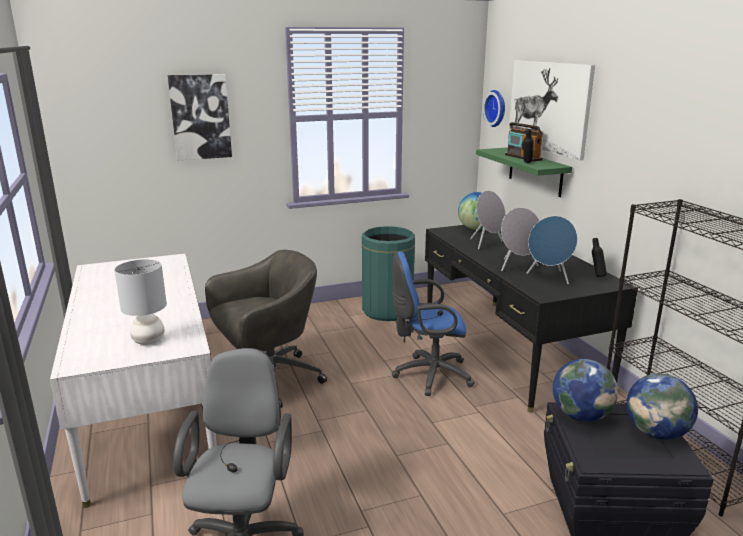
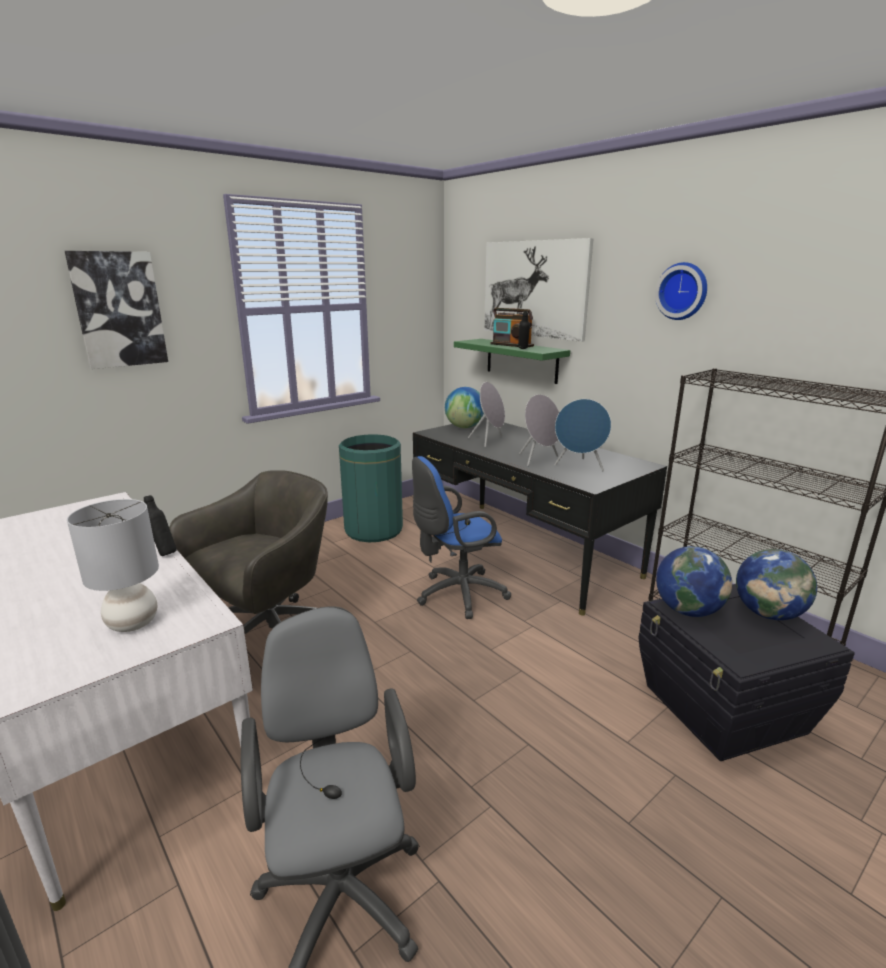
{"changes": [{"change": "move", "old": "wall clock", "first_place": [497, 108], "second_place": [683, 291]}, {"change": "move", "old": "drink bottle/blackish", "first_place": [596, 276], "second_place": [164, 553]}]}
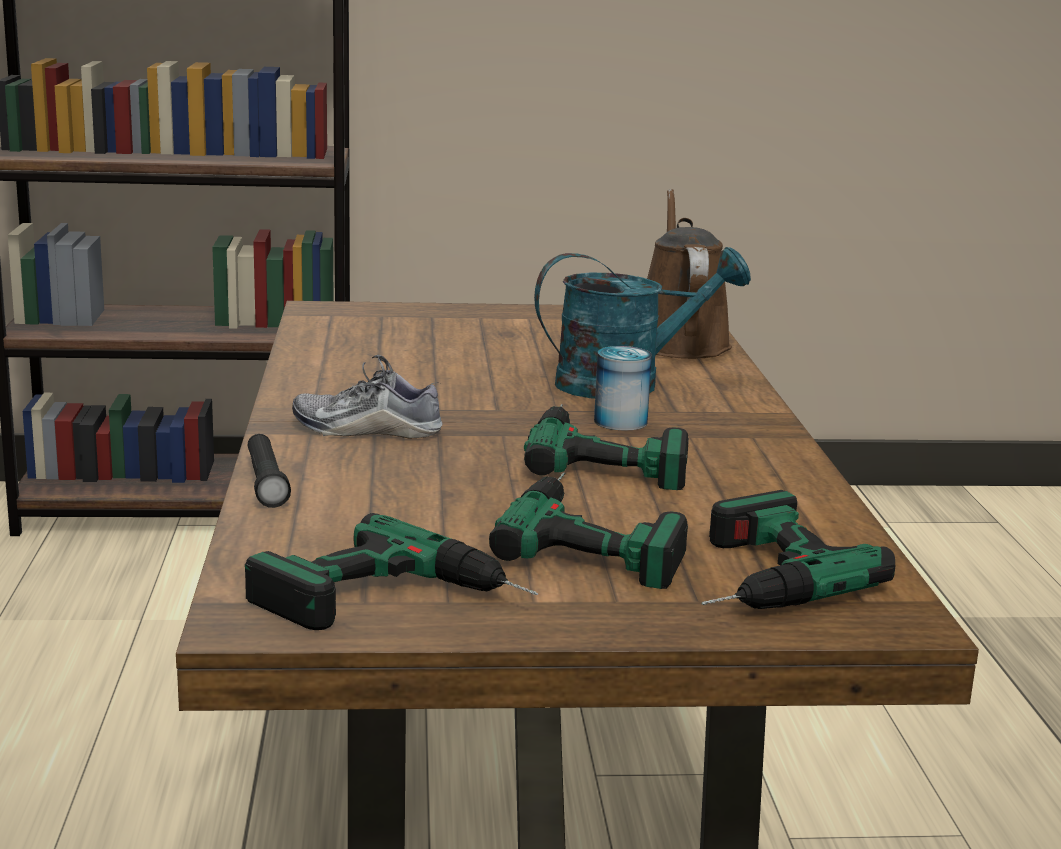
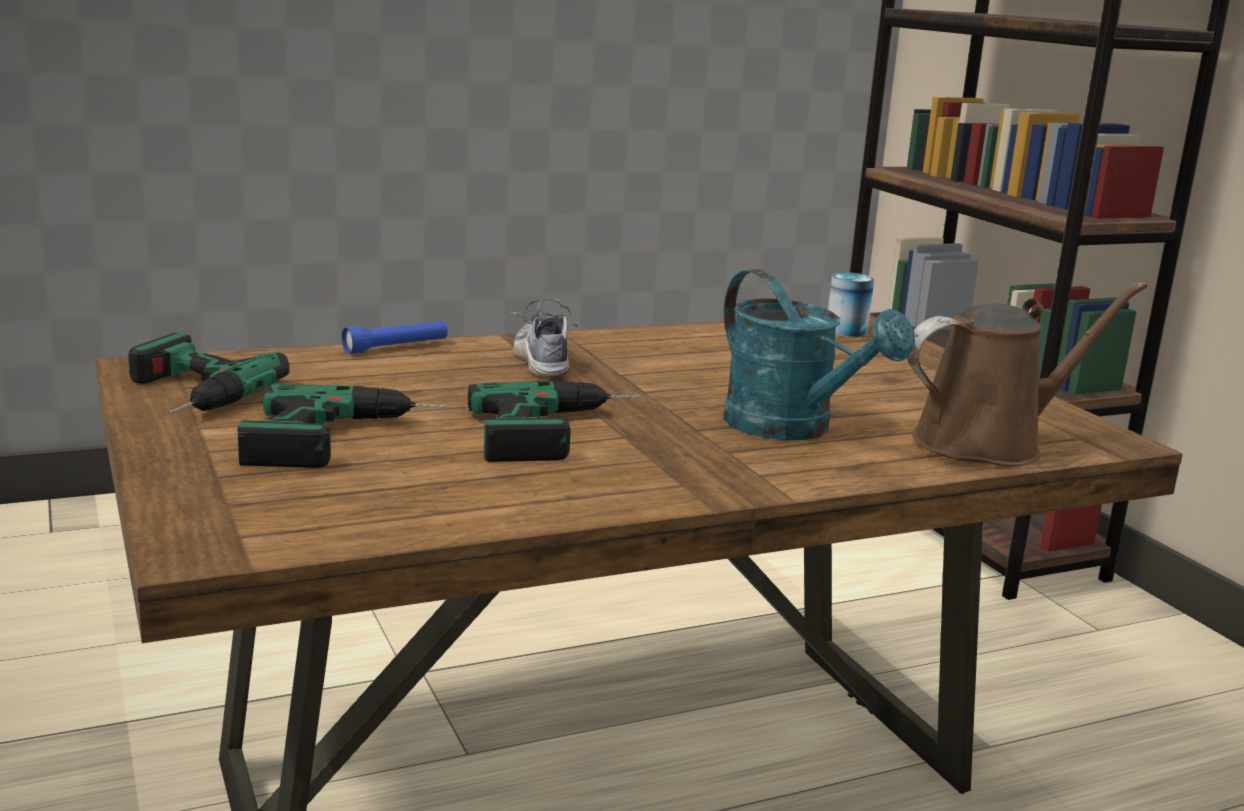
{"changes": [{"change": "recolor", "old": "hand torch/blackish", "new": "hand torch/bluish", "first_place": [266, 482], "second_place": [396, 347]}, {"change": "move", "old": "can", "first_place": [620, 421], "second_place": [846, 331]}, {"change": "delete", "old": "electric drill", "first_place": [752, 576]}]}
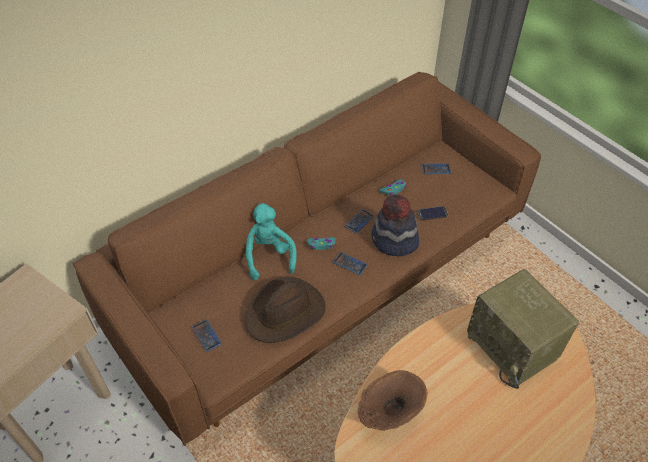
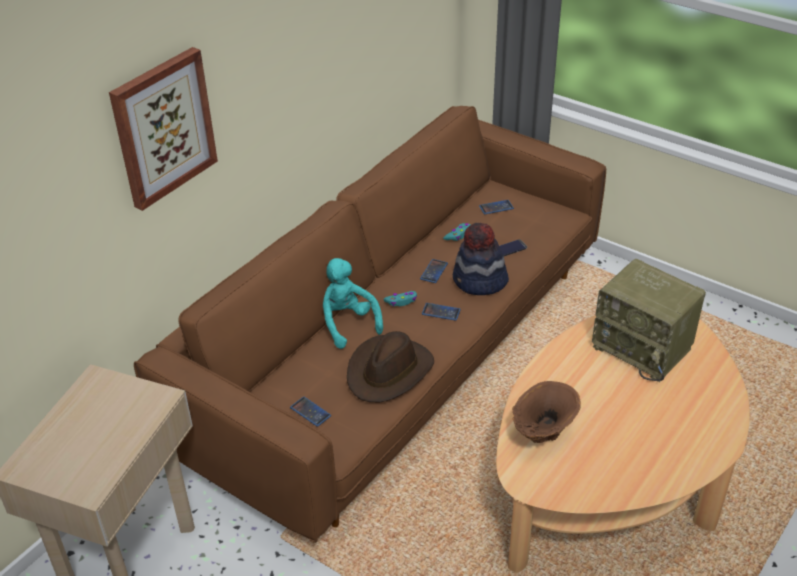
{"changes": [{"change": "insert", "new": "picture", "second_place": [163, 127]}]}
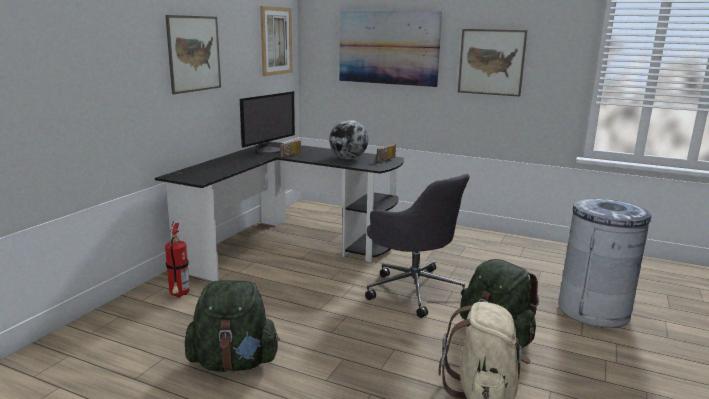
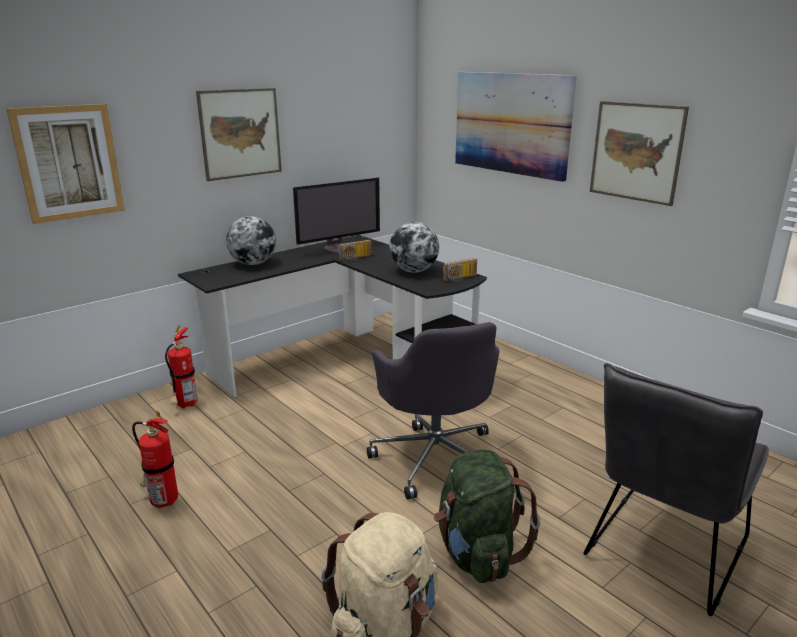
{"changes": [{"change": "replace", "old": "rucksack/greenish", "new": "fire-fighting cylinder", "first_place": [234, 363], "second_place": [162, 501]}, {"change": "move", "old": "picture", "first_place": [276, 41], "second_place": [69, 163]}, {"change": "replace", "old": "trash can/gray", "new": "upright chair/gray", "first_place": [593, 310], "second_place": [662, 553]}, {"change": "insert", "new": "desk globe", "second_place": [253, 264]}]}
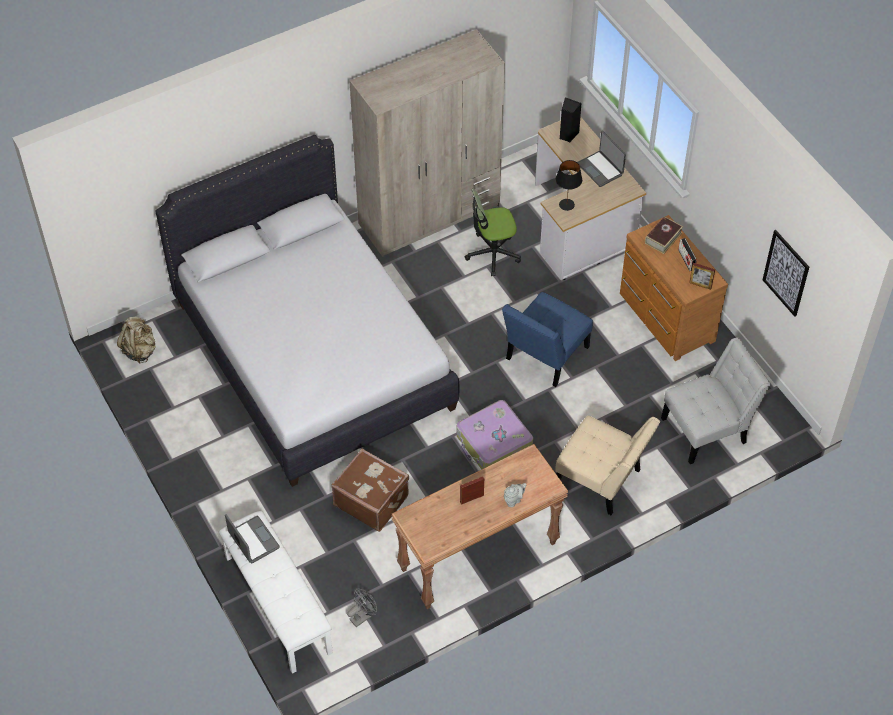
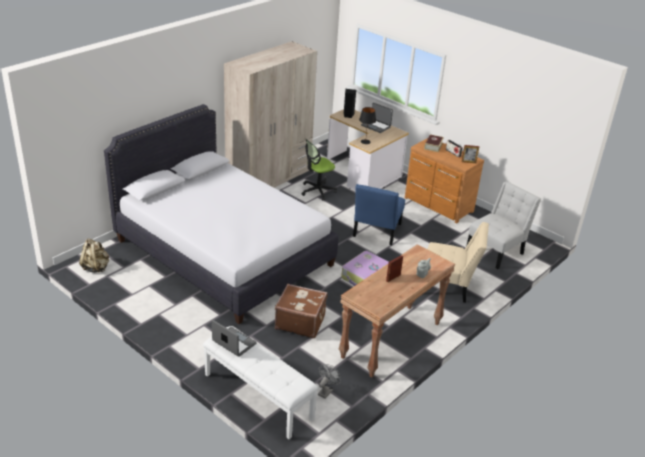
{"changes": [{"change": "delete", "old": "picture", "first_place": [786, 273]}]}
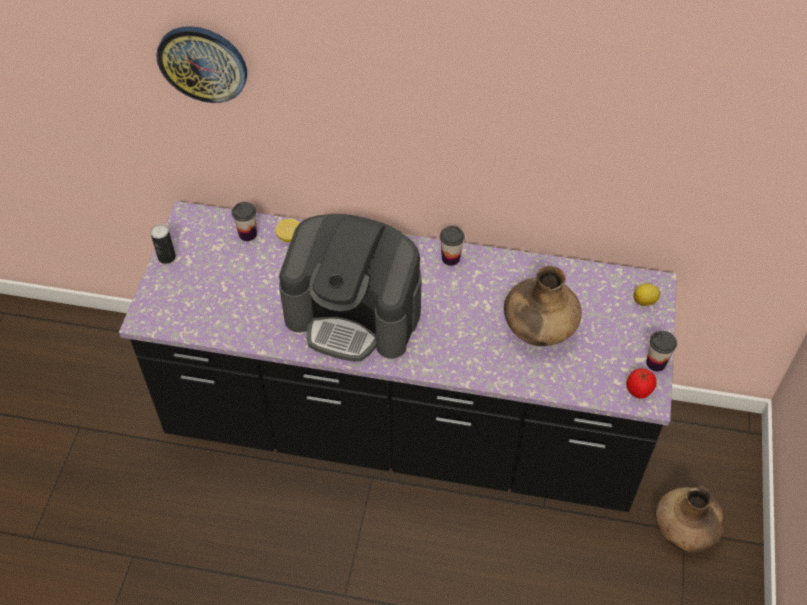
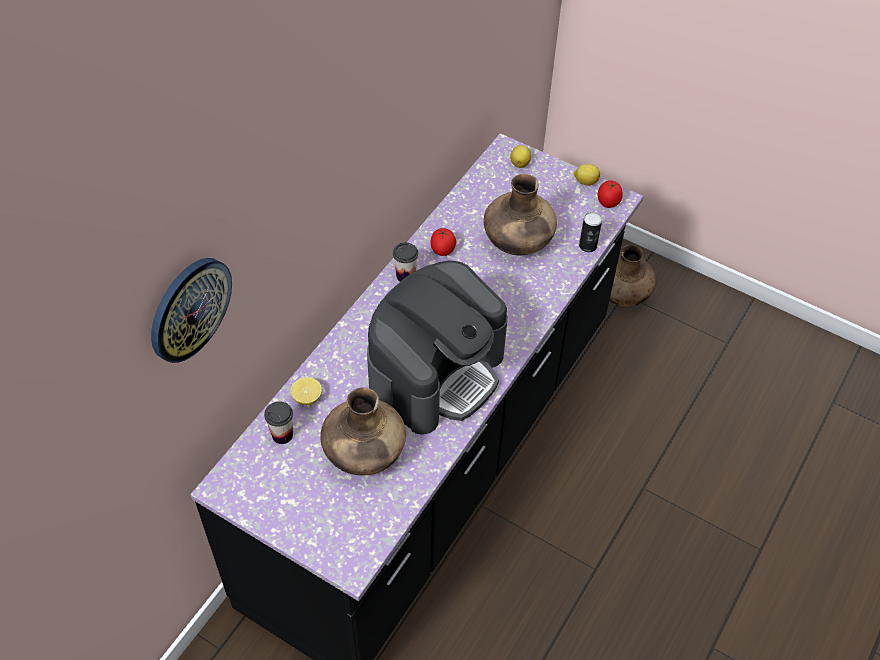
{"changes": [{"change": "move", "old": "can", "first_place": [166, 257], "second_place": [588, 246]}, {"change": "replace", "old": "cup", "new": "citrus fruit", "first_place": [656, 363], "second_place": [585, 181]}, {"change": "insert", "new": "decorative vase/brown", "second_place": [364, 454]}, {"change": "insert", "new": "whole tomato", "second_place": [442, 251]}]}
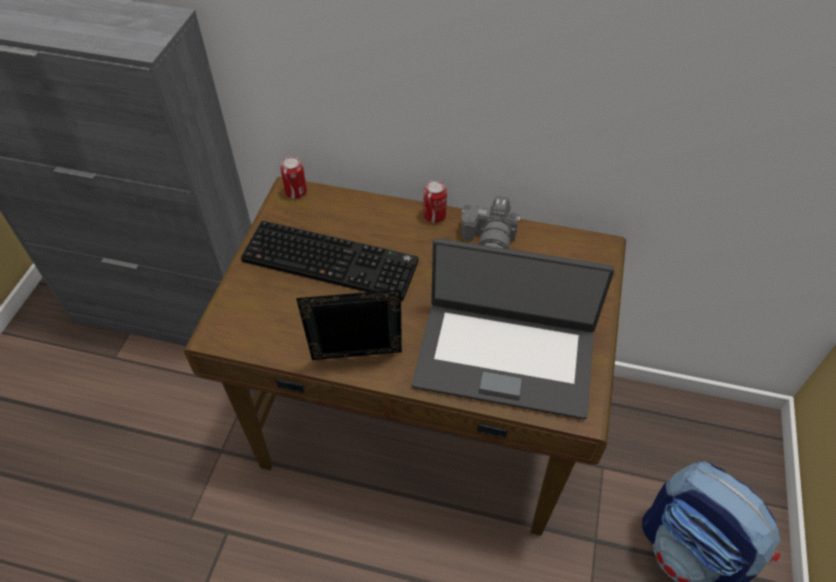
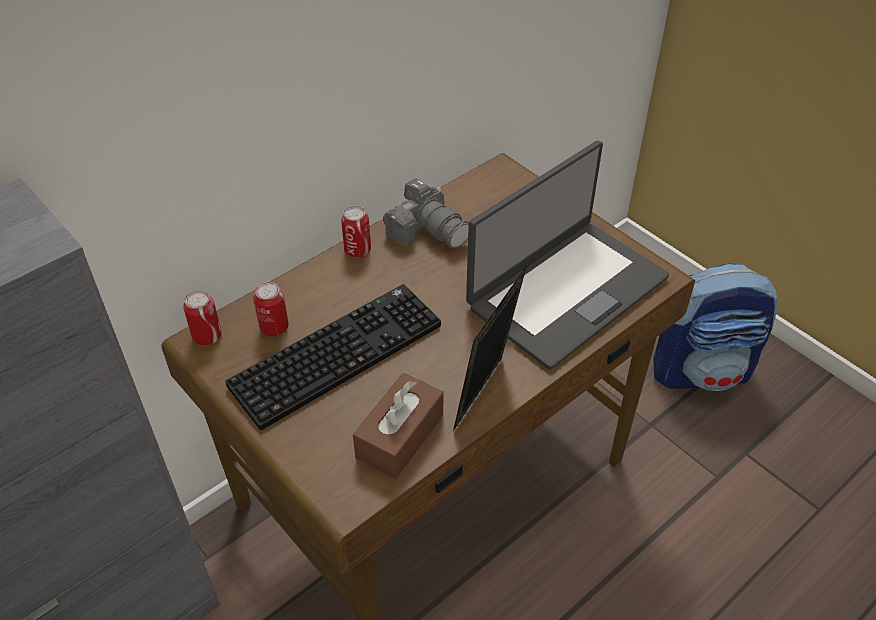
{"changes": [{"change": "insert", "new": "can", "second_place": [274, 327]}, {"change": "insert", "new": "tissue box/brown", "second_place": [400, 436]}]}
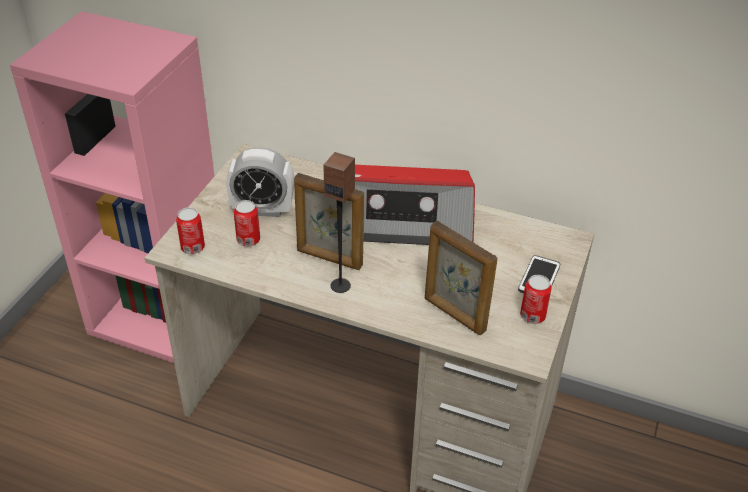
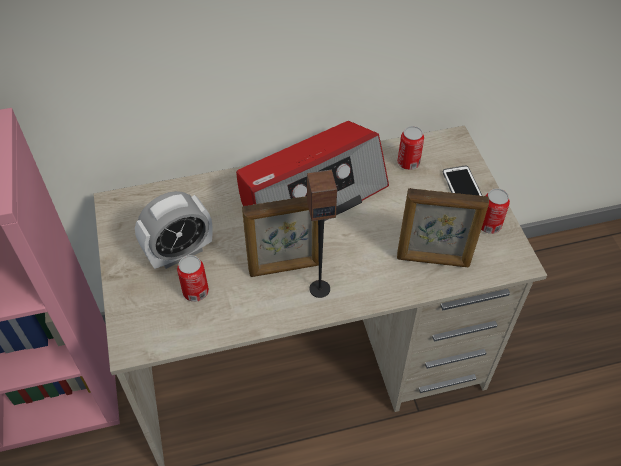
{"changes": [{"change": "move", "old": "can", "first_place": [193, 247], "second_place": [408, 163]}]}
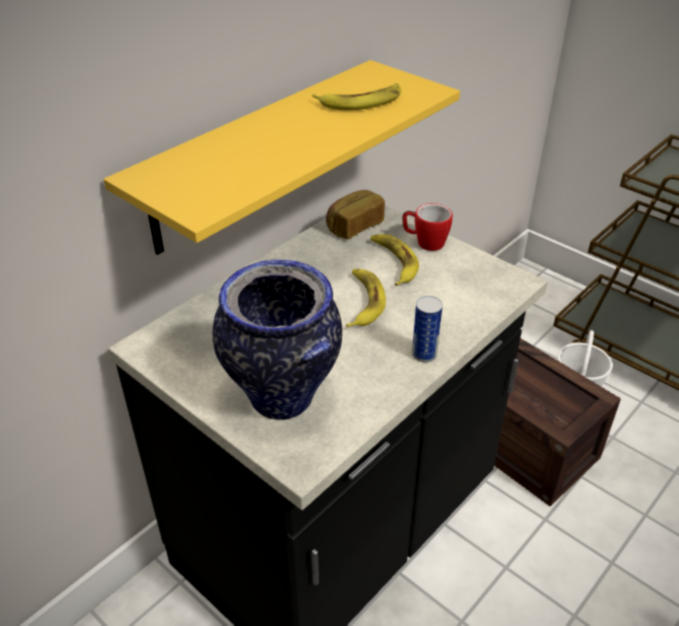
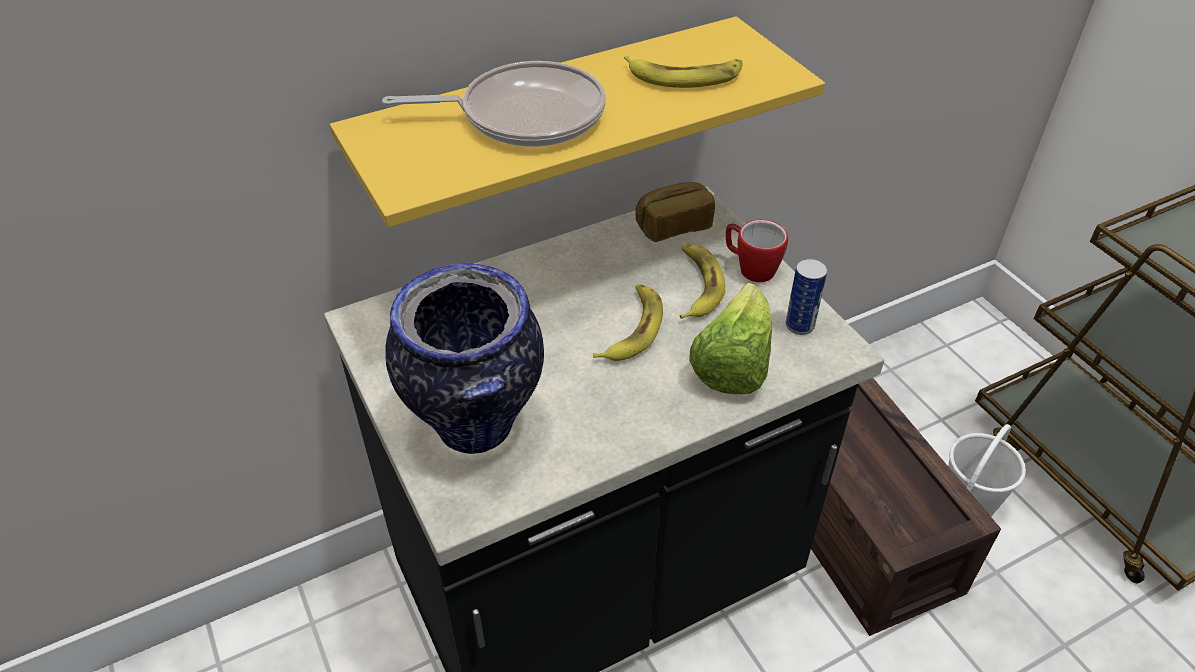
{"changes": [{"change": "move", "old": "can", "first_place": [424, 354], "second_place": [799, 325]}, {"change": "insert", "new": "frying pan", "second_place": [524, 115]}, {"change": "insert", "new": "lettuce head", "second_place": [732, 364]}]}
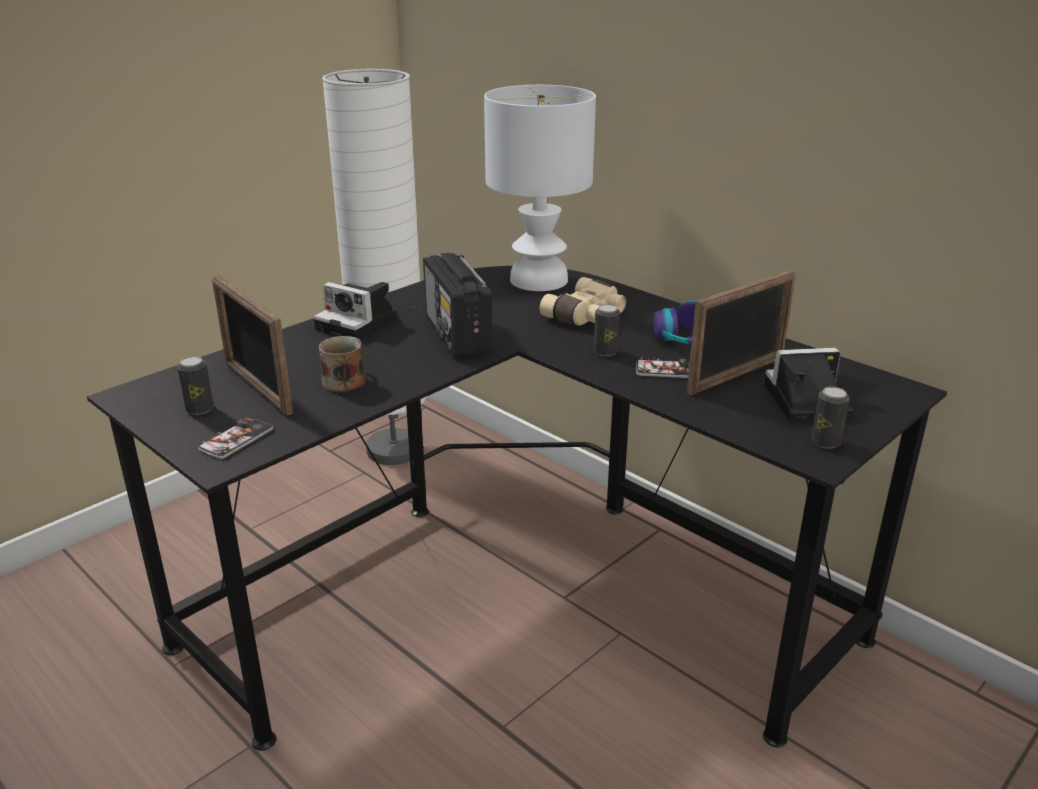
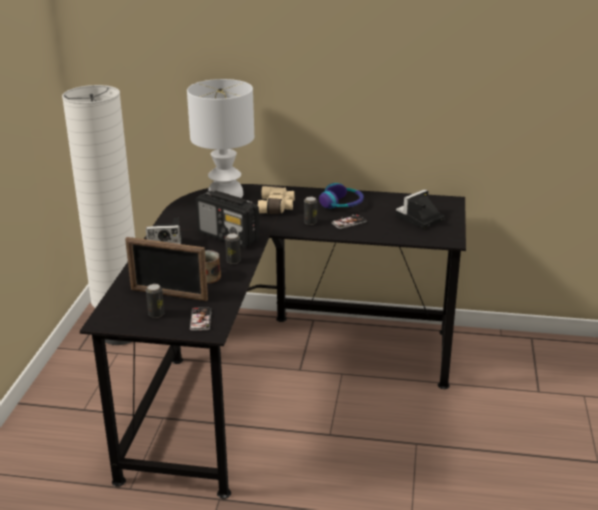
{"changes": [{"change": "delete", "old": "photo frame", "first_place": [737, 375]}, {"change": "move", "old": "can", "first_place": [825, 442], "second_place": [233, 261]}]}
